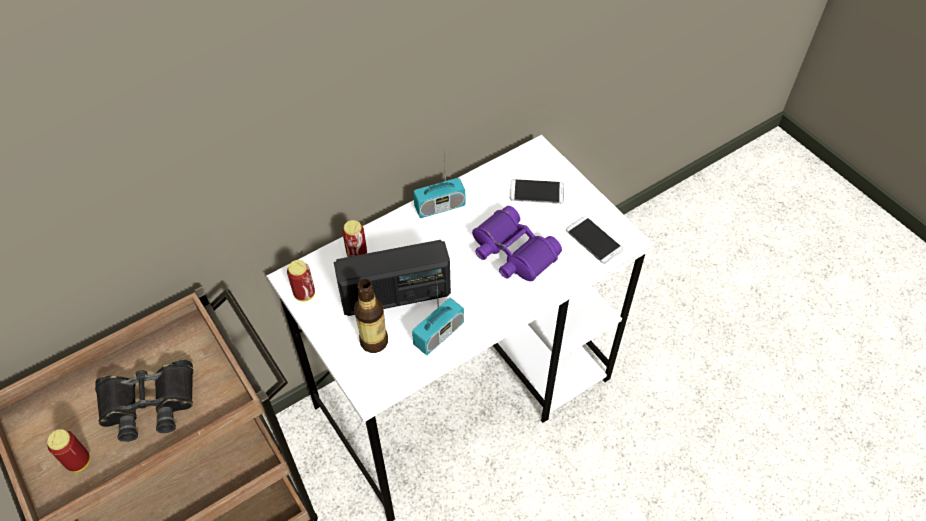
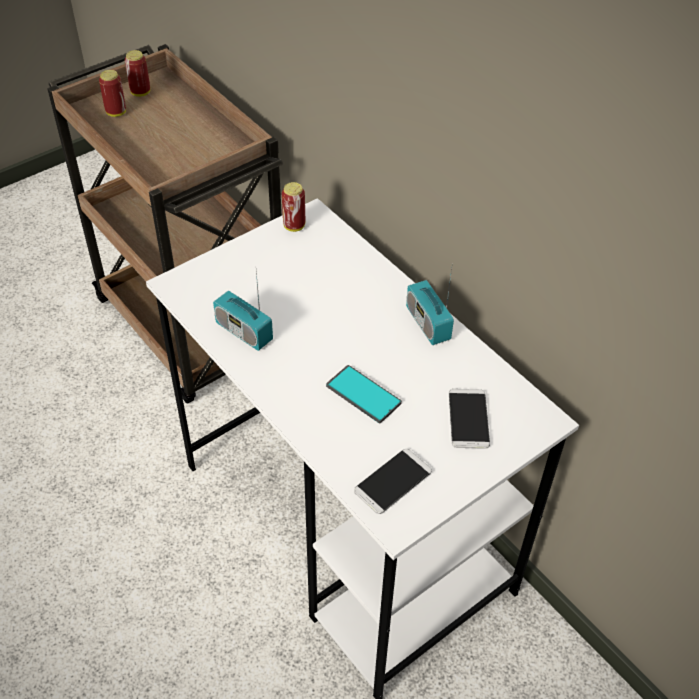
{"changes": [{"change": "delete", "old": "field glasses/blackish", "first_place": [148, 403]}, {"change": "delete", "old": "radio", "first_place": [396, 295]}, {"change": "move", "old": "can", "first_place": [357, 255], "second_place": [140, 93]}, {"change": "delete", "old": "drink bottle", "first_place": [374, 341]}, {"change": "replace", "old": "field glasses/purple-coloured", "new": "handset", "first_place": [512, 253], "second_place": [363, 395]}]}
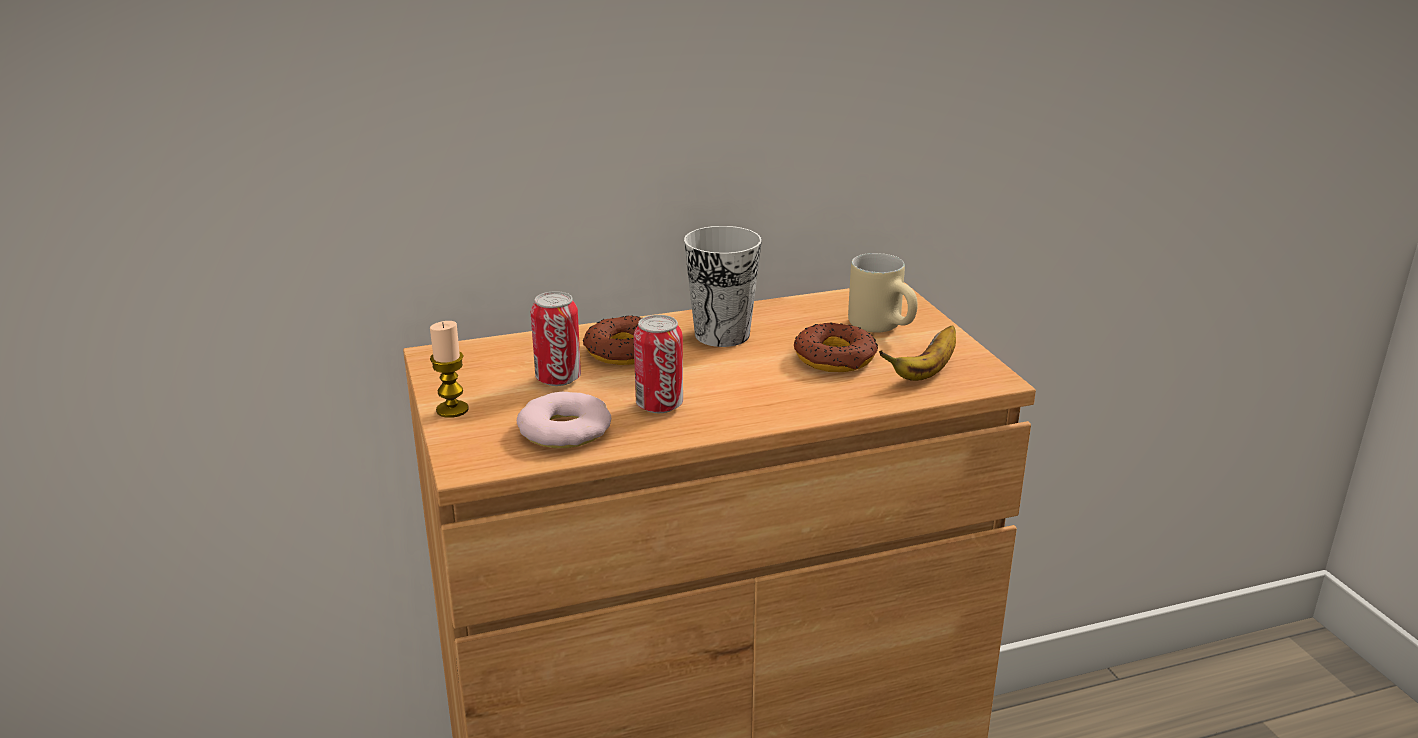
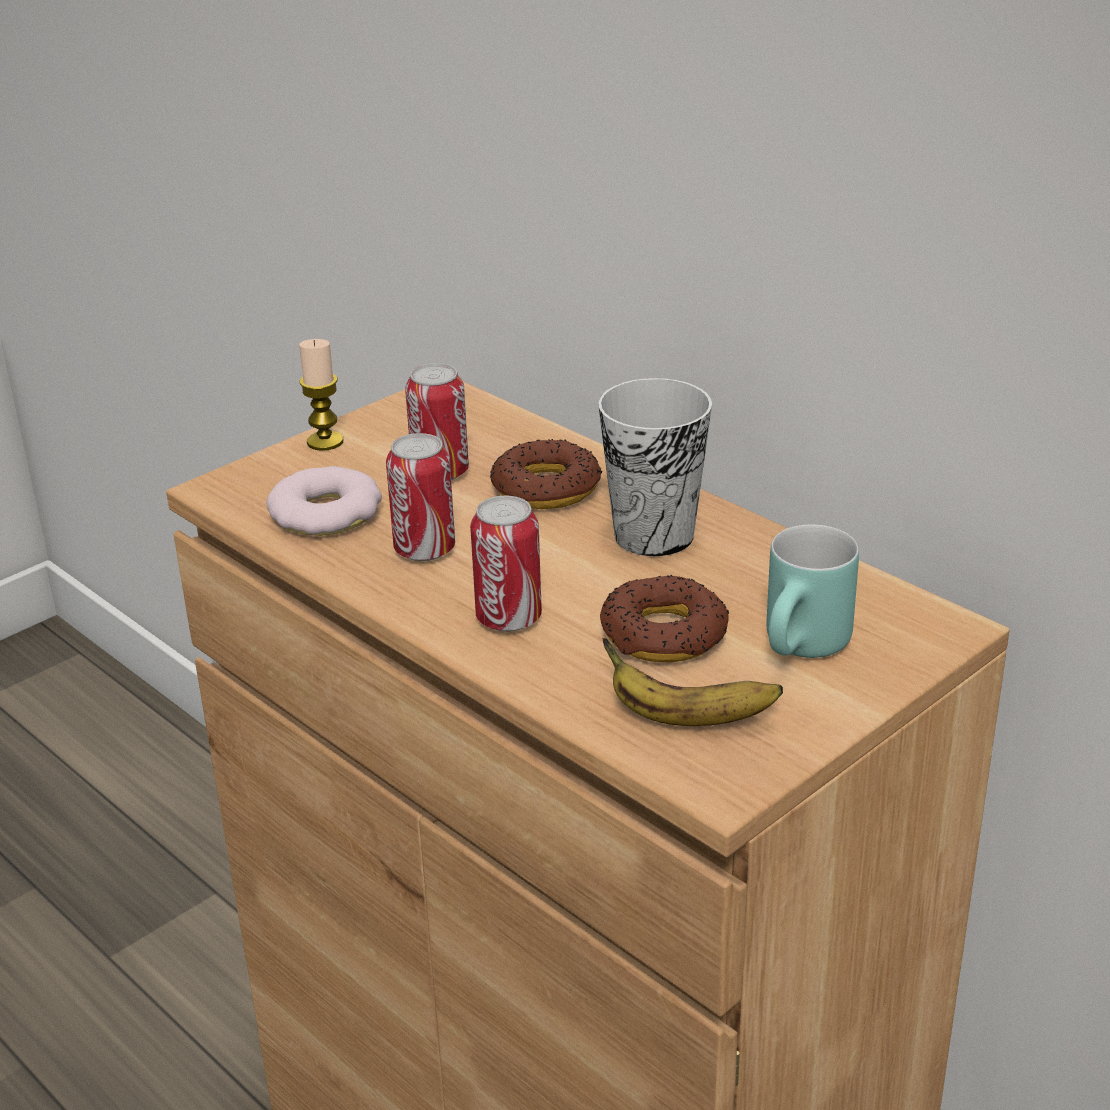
{"changes": [{"change": "recolor", "old": "mug/sand-coloured", "new": "mug/turquoise", "first_place": [885, 328], "second_place": [806, 651]}, {"change": "insert", "new": "can", "second_place": [508, 618]}]}
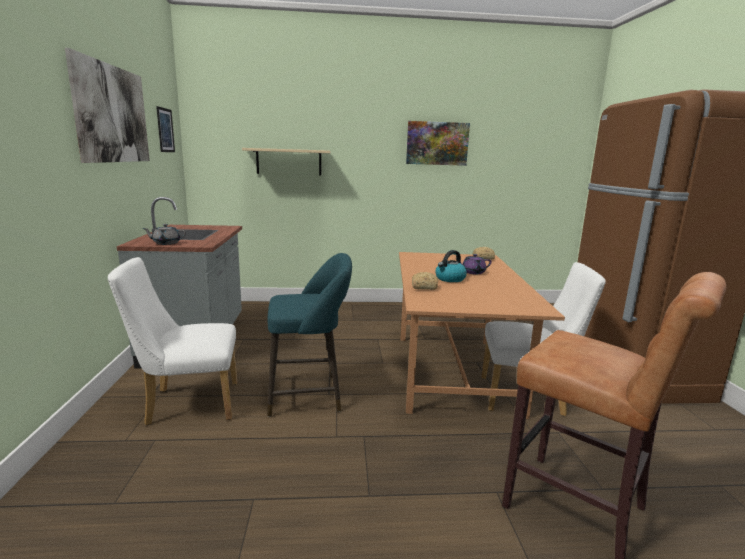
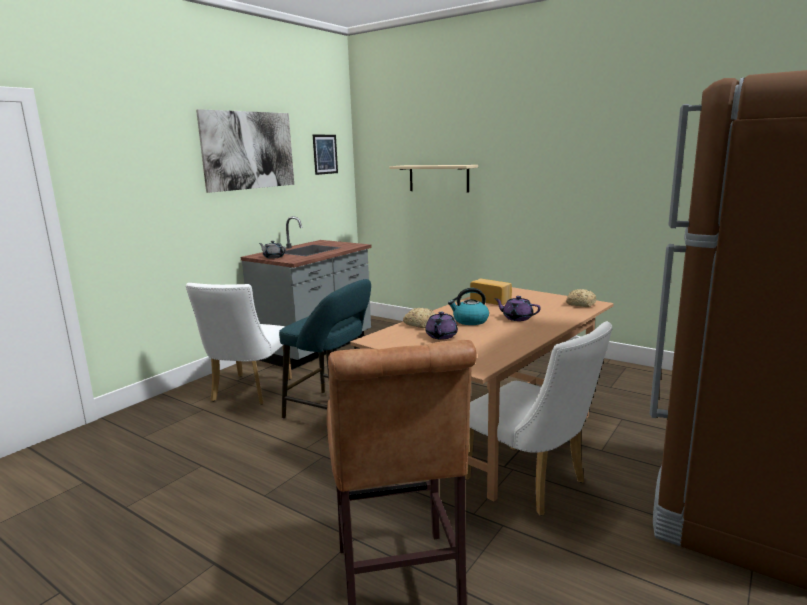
{"changes": [{"change": "rotate", "old": "upright chair/white", "first_place": [186, 404], "second_place": [248, 392], "degrees": -105}, {"change": "delete", "old": "picture", "first_place": [437, 143]}, {"change": "insert", "new": "teapot/purple-coloured", "second_place": [441, 336]}, {"change": "insert", "new": "bread", "second_place": [491, 300]}]}
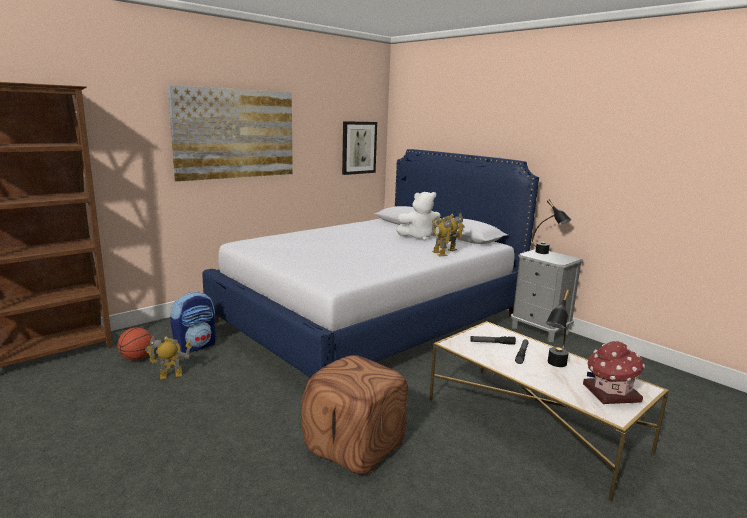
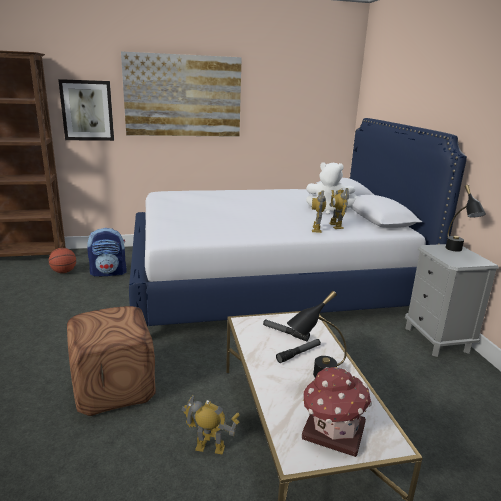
{"changes": [{"change": "move", "old": "robot figure", "first_place": [171, 375], "second_place": [210, 448]}, {"change": "move", "old": "picture", "first_place": [358, 147], "second_place": [87, 110]}]}
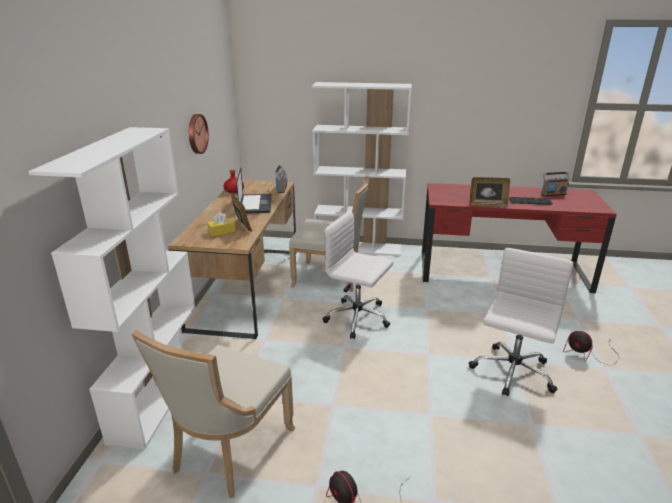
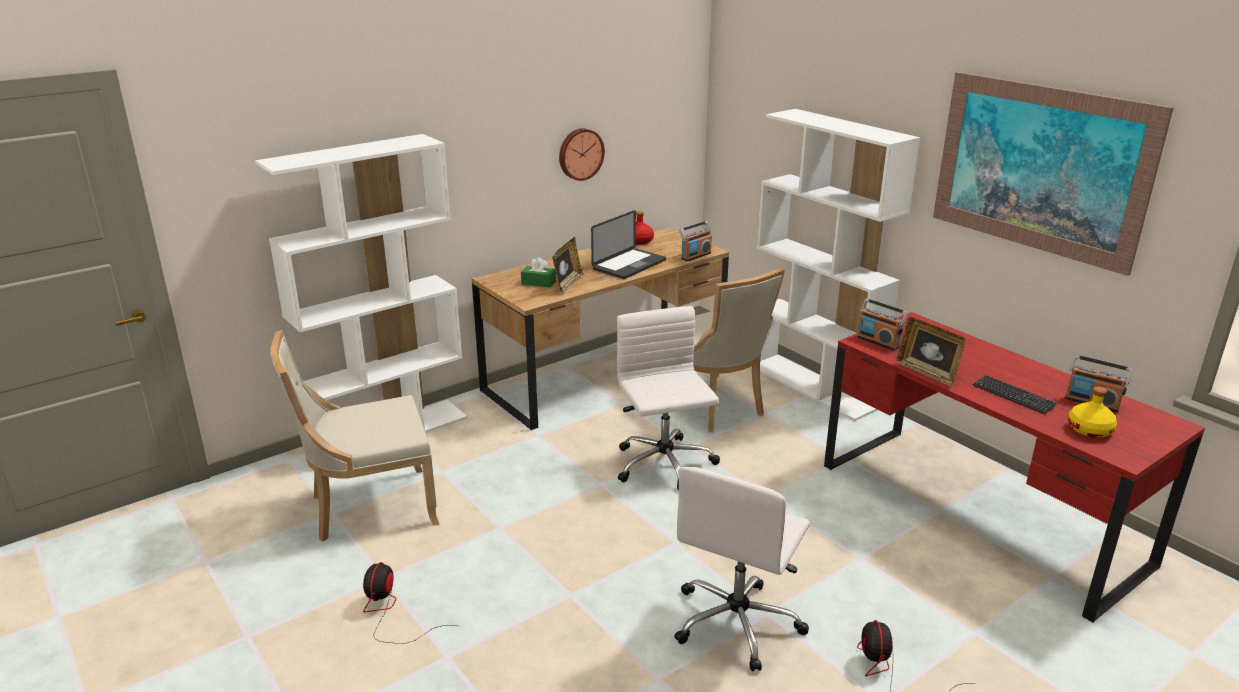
{"changes": [{"change": "recolor", "old": "tissue box/yellow-coloured", "new": "tissue box/greenish", "first_place": [222, 232], "second_place": [538, 283]}, {"change": "rotate", "old": "office chair/white", "first_place": [512, 373], "second_place": [737, 622], "degrees": 135}, {"change": "insert", "new": "radio", "second_place": [878, 342]}, {"change": "insert", "new": "picture", "second_place": [1040, 168]}, {"change": "insert", "new": "drink bottle/yellow-coloured", "second_place": [1090, 430]}]}
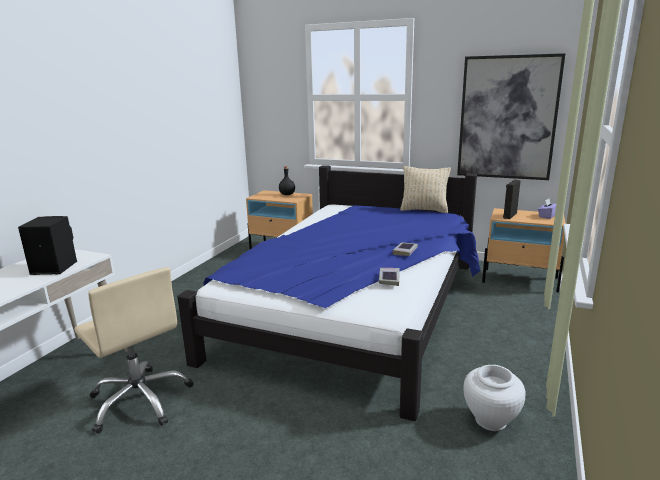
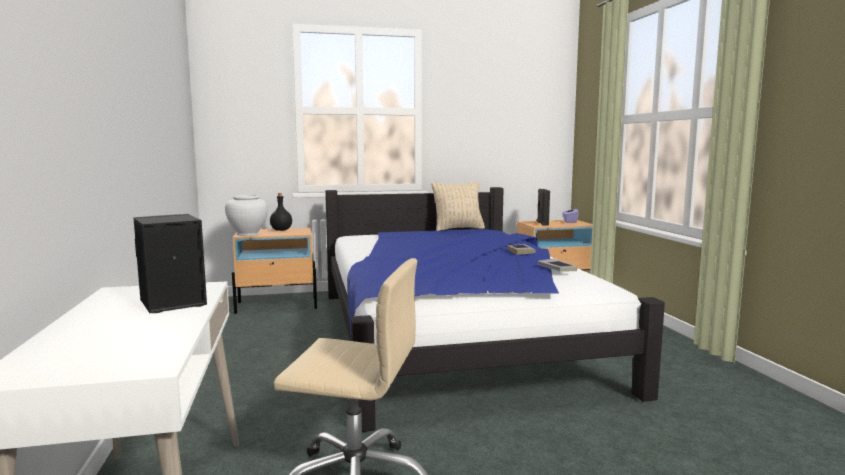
{"changes": [{"change": "delete", "old": "picture", "first_place": [507, 118]}, {"change": "move", "old": "decorative vase/white", "first_place": [490, 421], "second_place": [247, 234]}]}
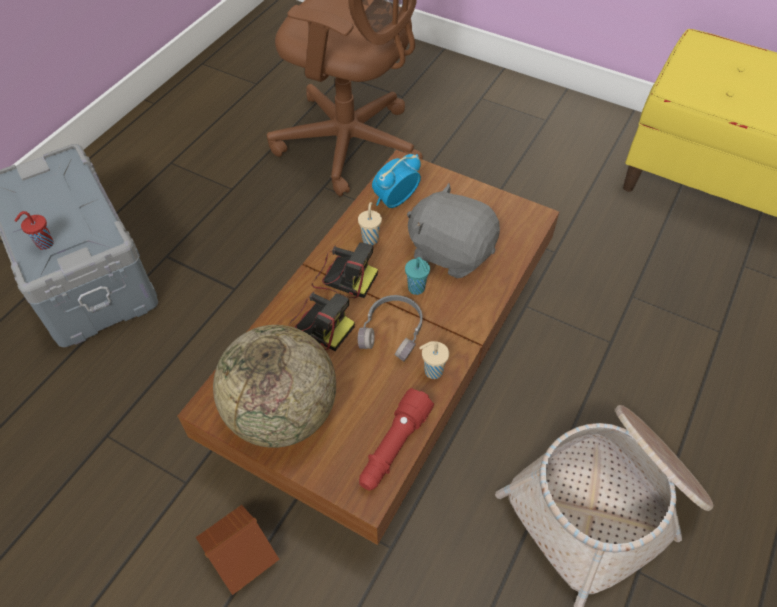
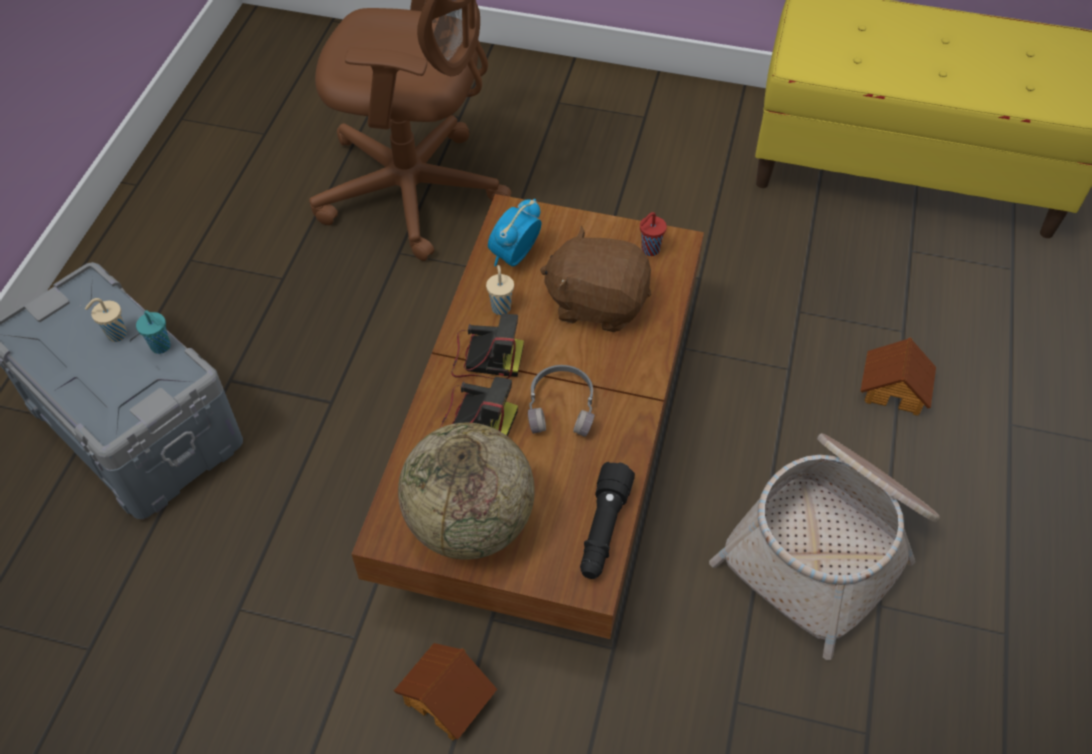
{"changes": [{"change": "move", "old": "cup/red-coloured", "first_place": [44, 244], "second_place": [649, 250]}, {"change": "recolor", "old": "hand torch/red-coloured", "new": "hand torch/blackish", "first_place": [393, 447], "second_place": [603, 530]}, {"change": "move", "old": "cup/turquoise", "first_place": [417, 289], "second_place": [161, 347]}, {"change": "recolor", "old": "plush toy/gray", "new": "plush toy/brown", "first_place": [450, 251], "second_place": [597, 303]}, {"change": "move", "old": "cup/sand-coloured", "first_place": [432, 371], "second_place": [115, 335]}, {"change": "insert", "new": "model house", "second_place": [894, 388]}]}
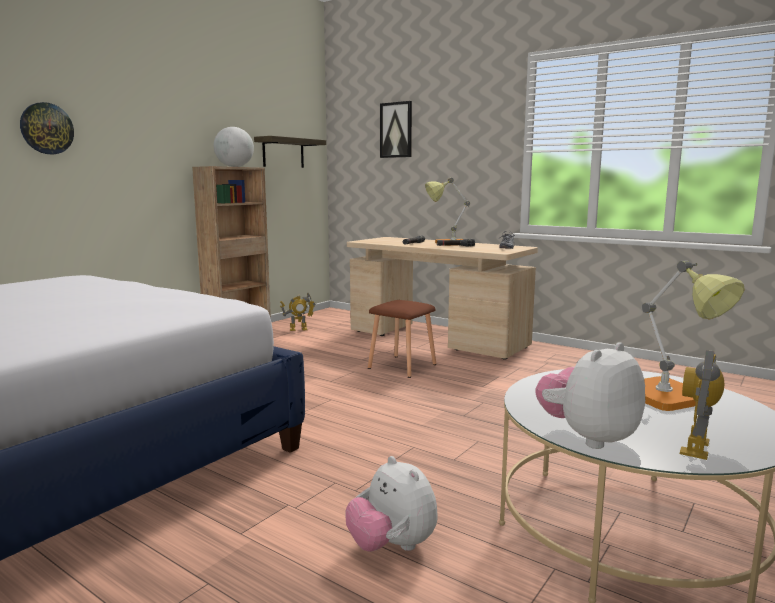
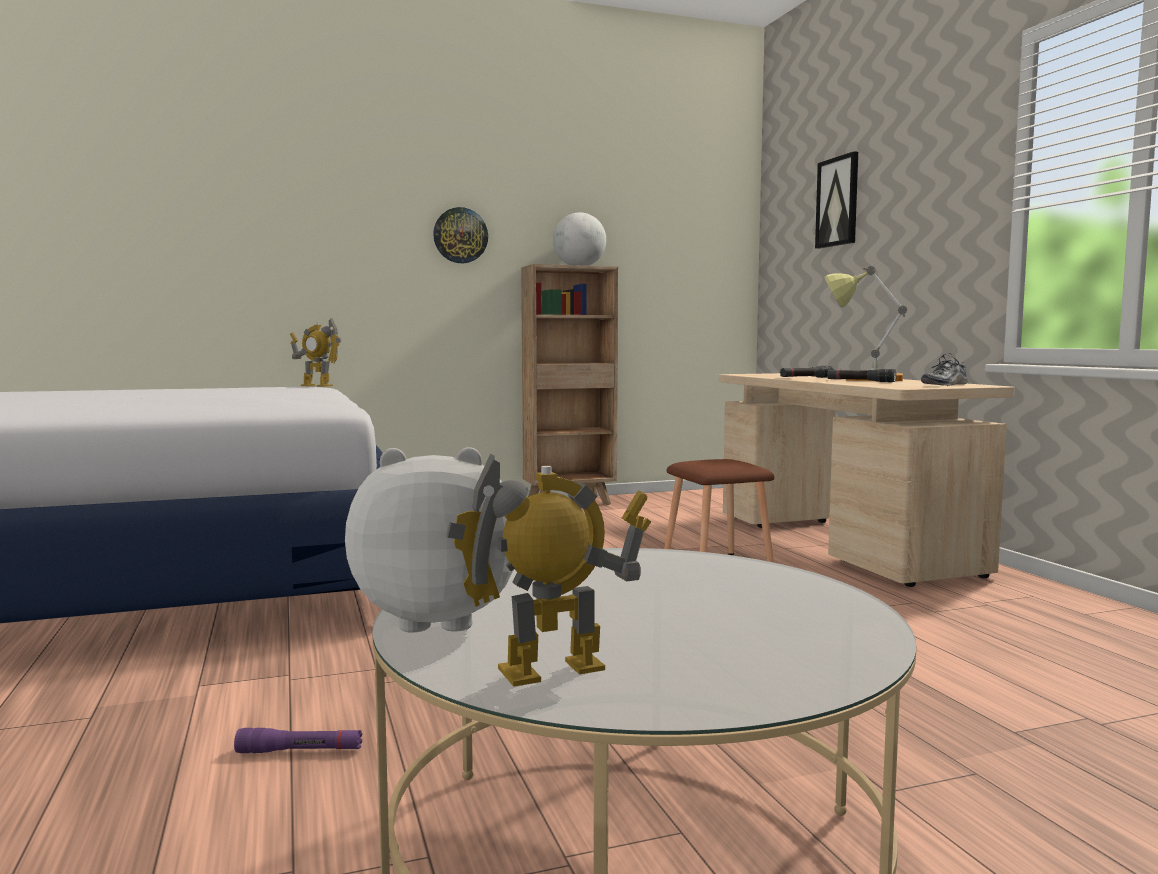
{"changes": [{"change": "move", "old": "wall clock", "first_place": [46, 128], "second_place": [460, 235]}, {"change": "delete", "old": "bracket shelf", "first_place": [283, 153]}, {"change": "move", "old": "robot figure", "first_place": [298, 329], "second_place": [316, 386]}, {"change": "replace", "old": "plush toy", "new": "hand torch/purple-coloured", "first_place": [392, 546], "second_place": [300, 751]}, {"change": "delete", "old": "table lamp", "first_place": [672, 399]}]}
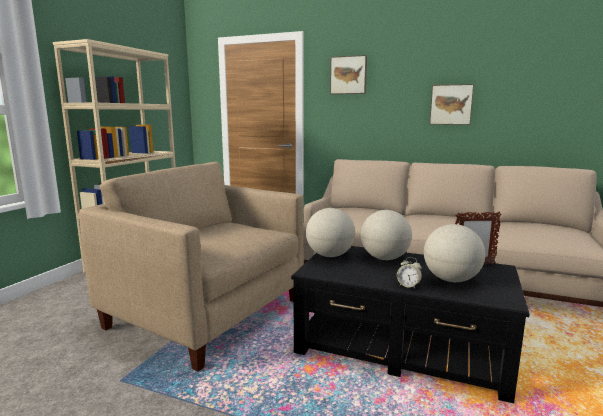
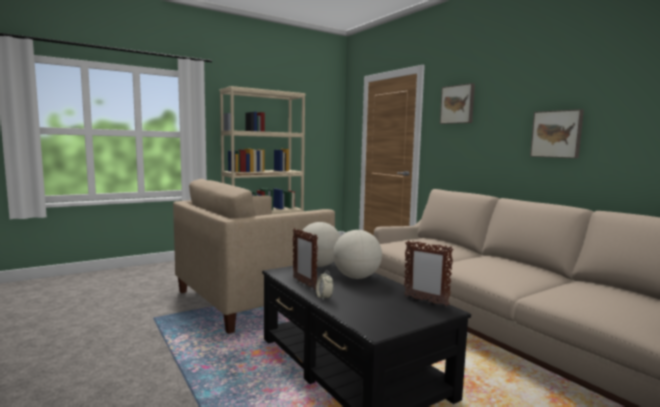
{"changes": [{"change": "rotate", "old": "armchair/sand-coloured", "first_place": [207, 313], "second_place": [251, 298], "degrees": -105}, {"change": "delete", "old": "desk globe", "first_place": [451, 279]}, {"change": "insert", "new": "photo frame", "second_place": [304, 283]}]}
